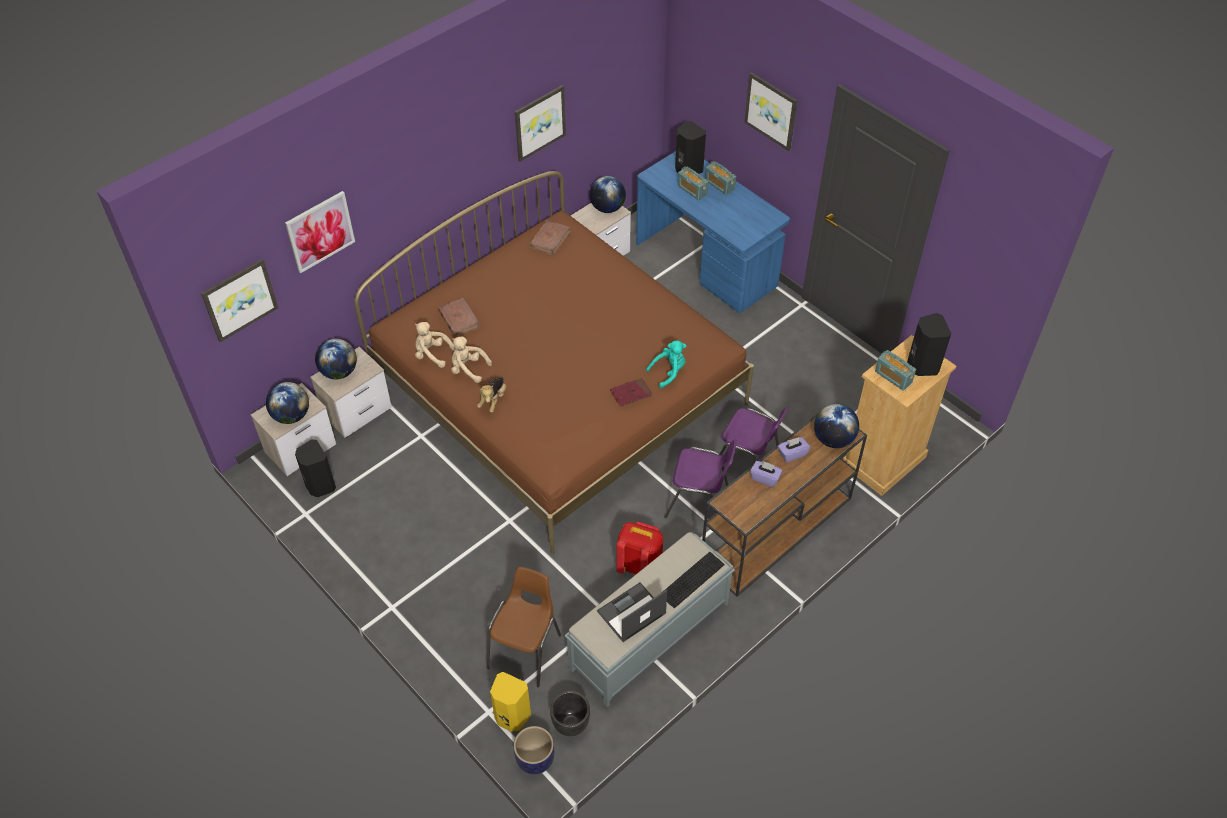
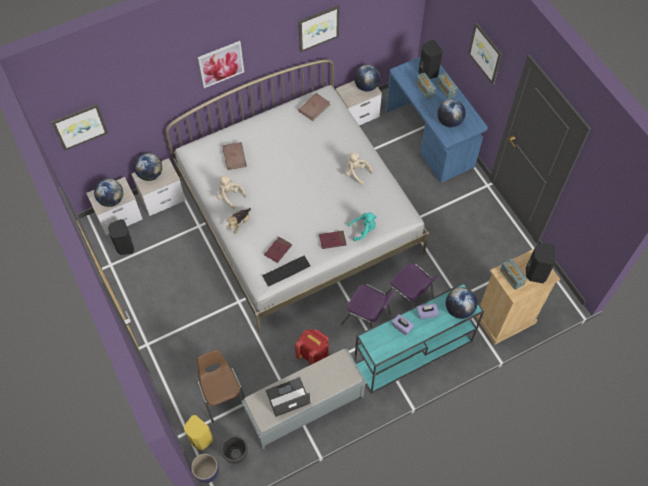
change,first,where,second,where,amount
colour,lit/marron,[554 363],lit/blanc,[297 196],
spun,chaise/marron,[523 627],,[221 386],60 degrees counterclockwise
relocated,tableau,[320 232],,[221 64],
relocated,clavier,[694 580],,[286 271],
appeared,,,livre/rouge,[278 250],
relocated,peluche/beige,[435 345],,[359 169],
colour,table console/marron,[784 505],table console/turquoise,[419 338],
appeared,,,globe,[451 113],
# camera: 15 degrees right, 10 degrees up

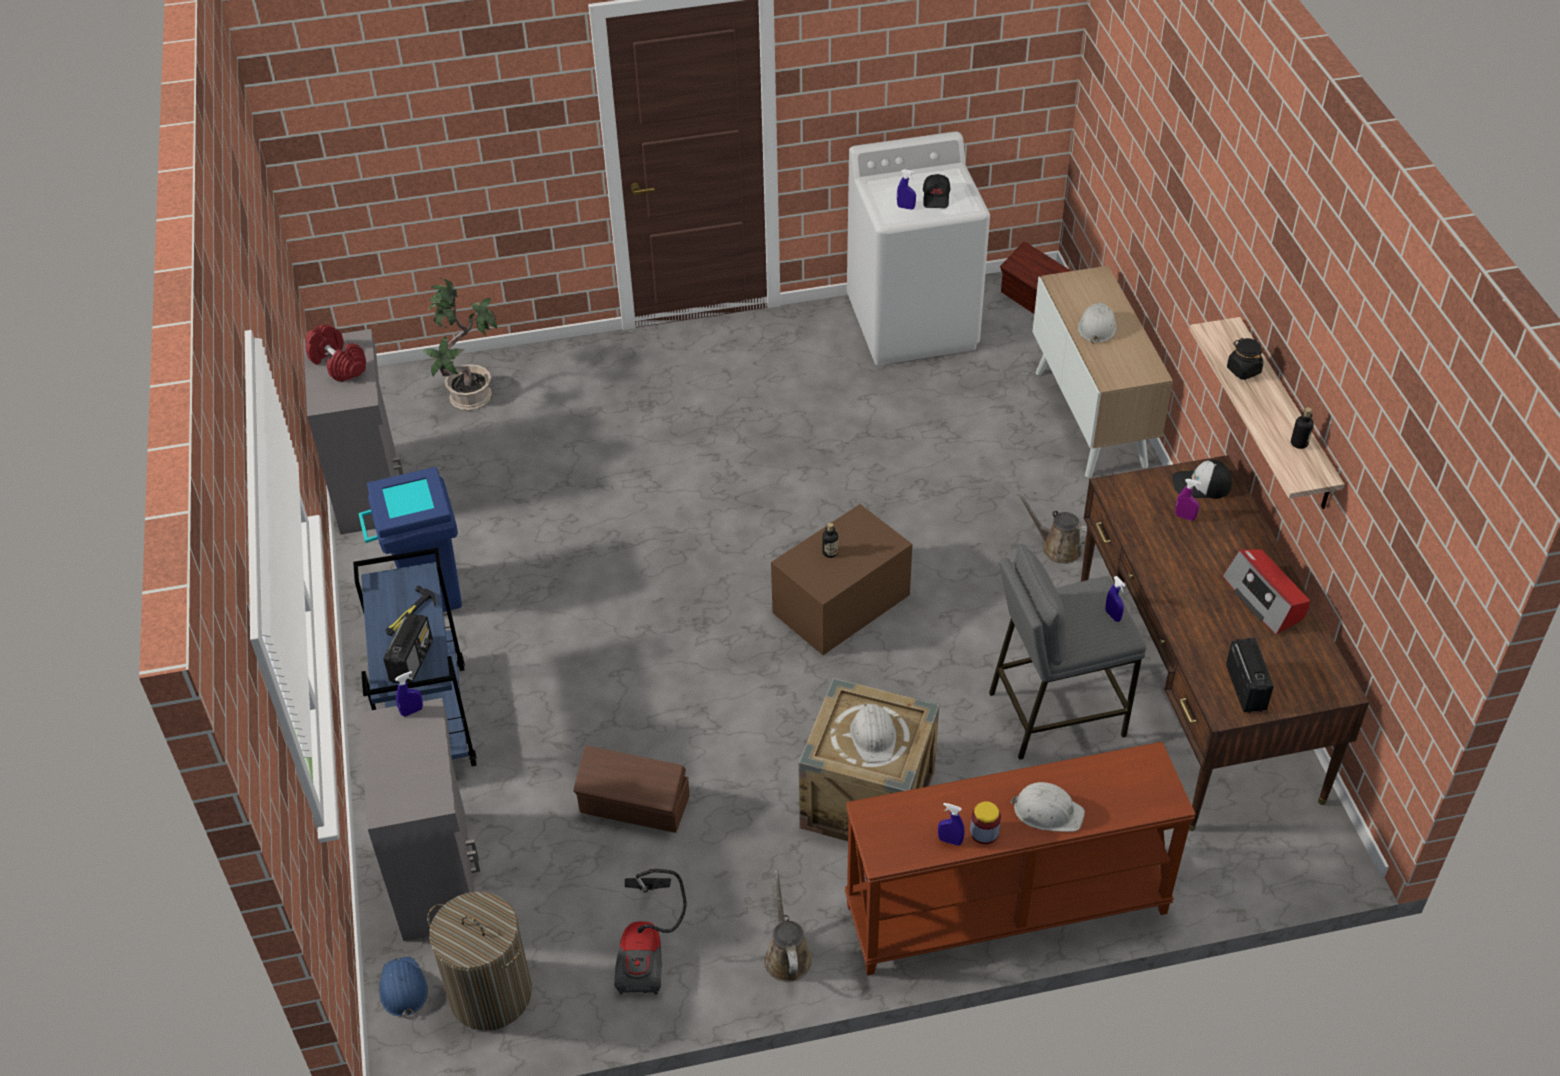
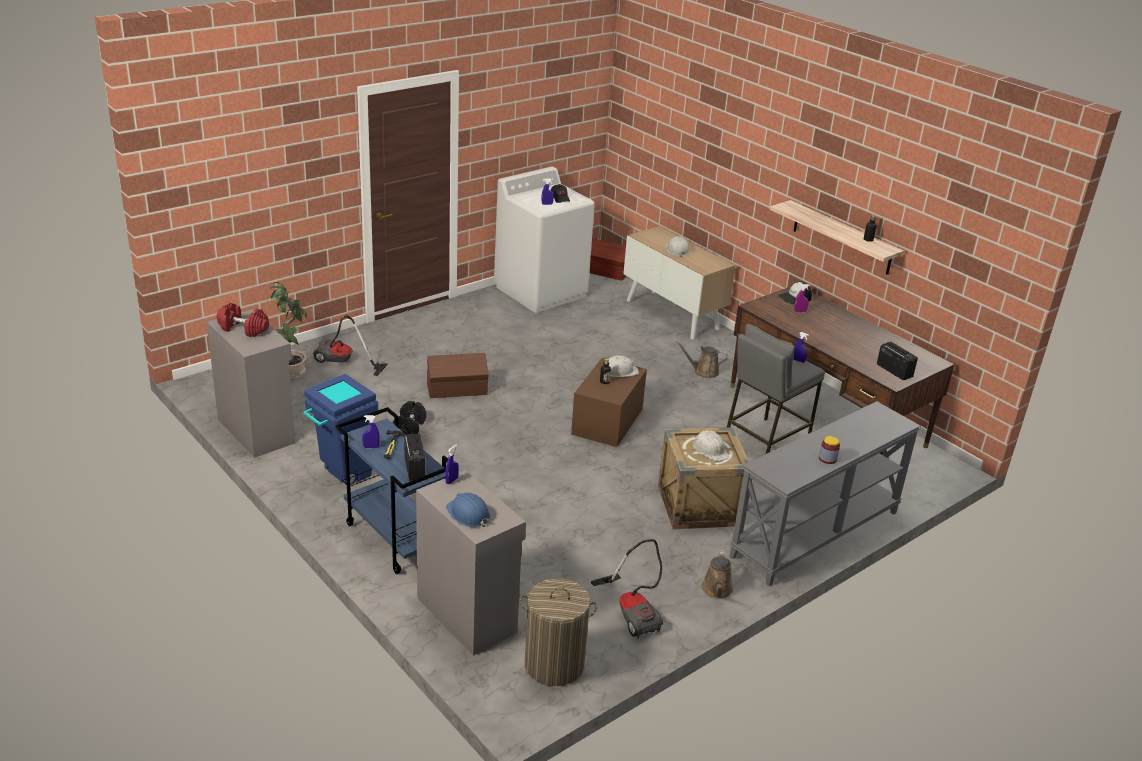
change,first,where,second,where,amount
appeared,,,aspirateur,[350 345],
relocated,vaporisateur/bleu,[951 824],,[371 431],
appeared,,,haltère/noir,[409 418],
relocated,boîte de rangement/marron,[631 789],,[458 375],
relocated,casque de chantier/bleu,[403 988],,[468 510],
relocated,casque de chantier/blanc,[1047 807],,[624 366],
spun,arrosoir/marron,[788 926],,[717 574],135 degrees counterclockwise
colour,table console/marron,[1020 858],table console/gris,[825 493],
missing,radio,[1266 592],,,
missing,bocal/noir,[1245 359],,,
# camera: 30 degrees left, 15 degrees down

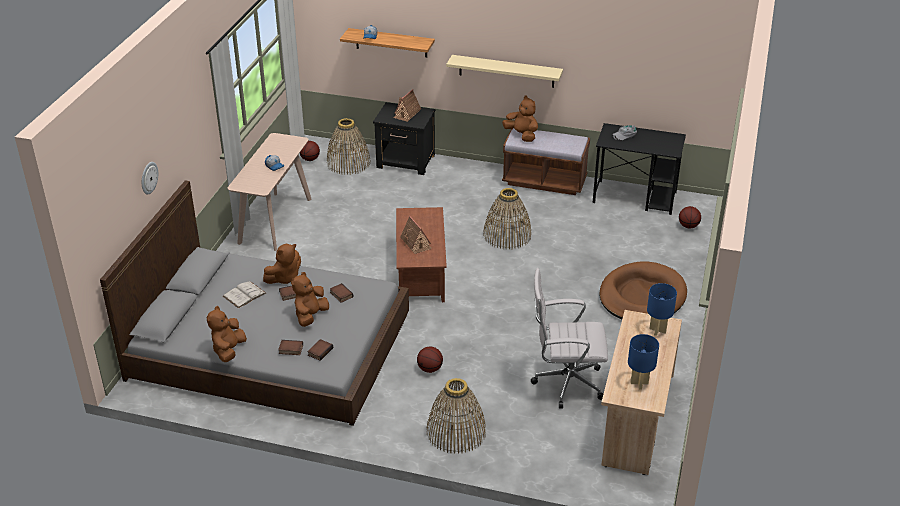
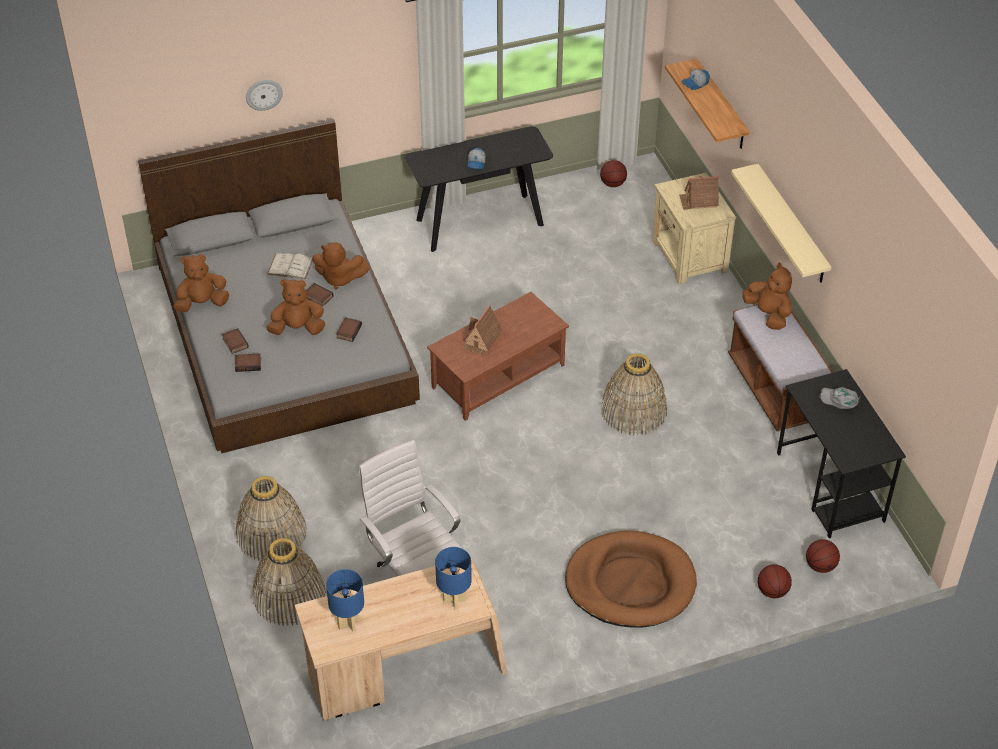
change,first,where,second,where,amount
relocated,panier,[348 146],,[289 582],
colour,table console/beige,[269 192],table console/noir,[479 189],
colour,table de chevet/noir,[404 138],table de chevet/beige,[694 228],
spun,peluche/marron,[520 118],,[767 296],45 degrees counterclockwise
relocated,ballon de basket,[430 360],,[775 581],
# camera: 55 degrees right, 10 degrees up

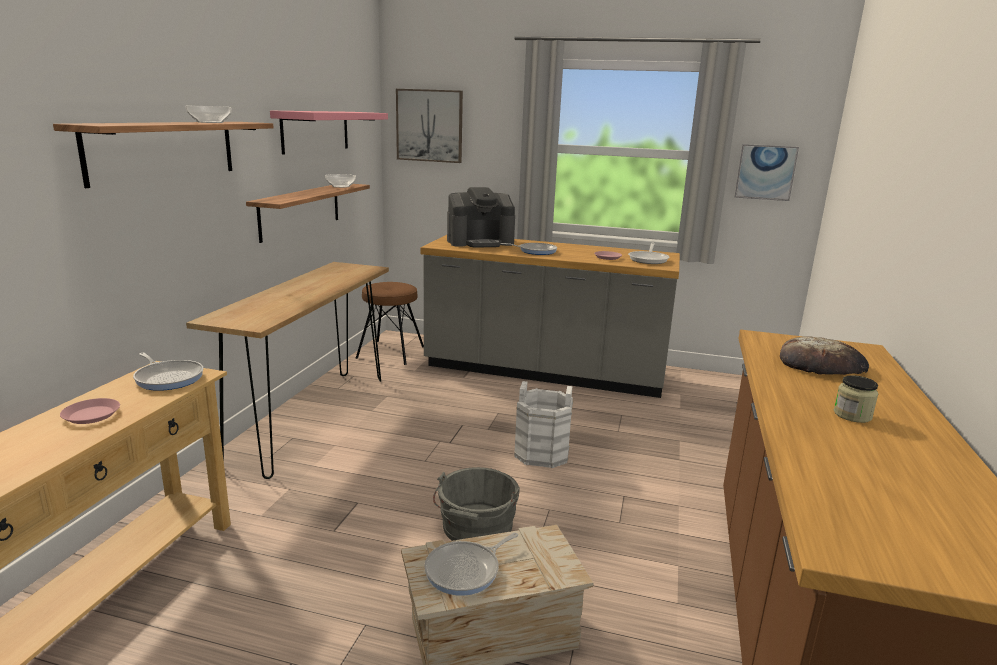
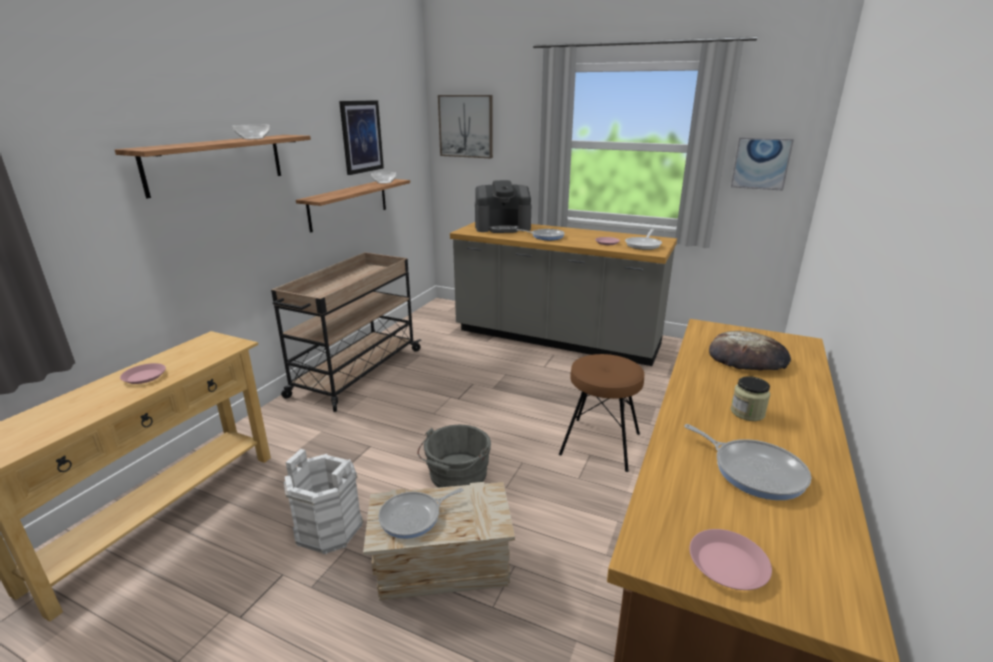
change,first,where,second,where,amount
exchanged,table console/marron,[287 370],chariot/beige,[346 332],
relocated,seau/blanc,[543 424],,[323 501],
exchanged,étagère/rose,[329 133],tableau,[361 137],
relocated,tabouret/marron,[390 323],,[602 413],
relocated,poêle,[168 372],,[748 462],
appeared,,,assiette/rose,[730 559],
# camera: 10 degrees right, 5 degrees up

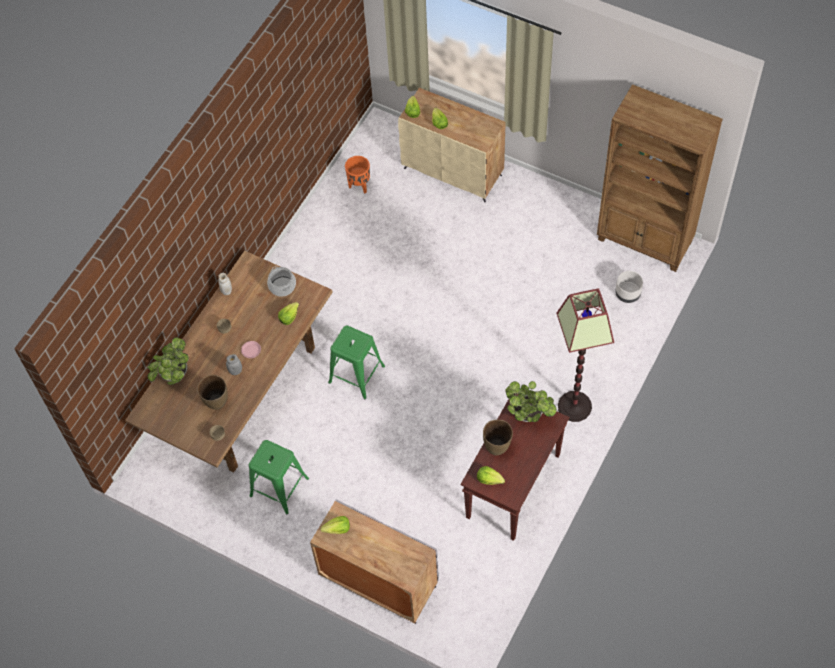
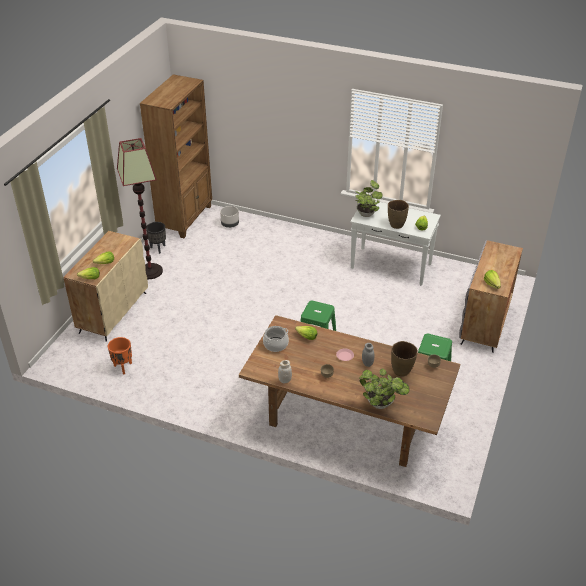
change,first,where,second,where,amount
relocated,lampadaire,[585 355],,[140 208],
appeared,,,cache-pot/noir,[156 238],
colour,table console/marron,[515 467],table console/blanc,[395 243],
# camera: 100 degrees left, 20 degrees down

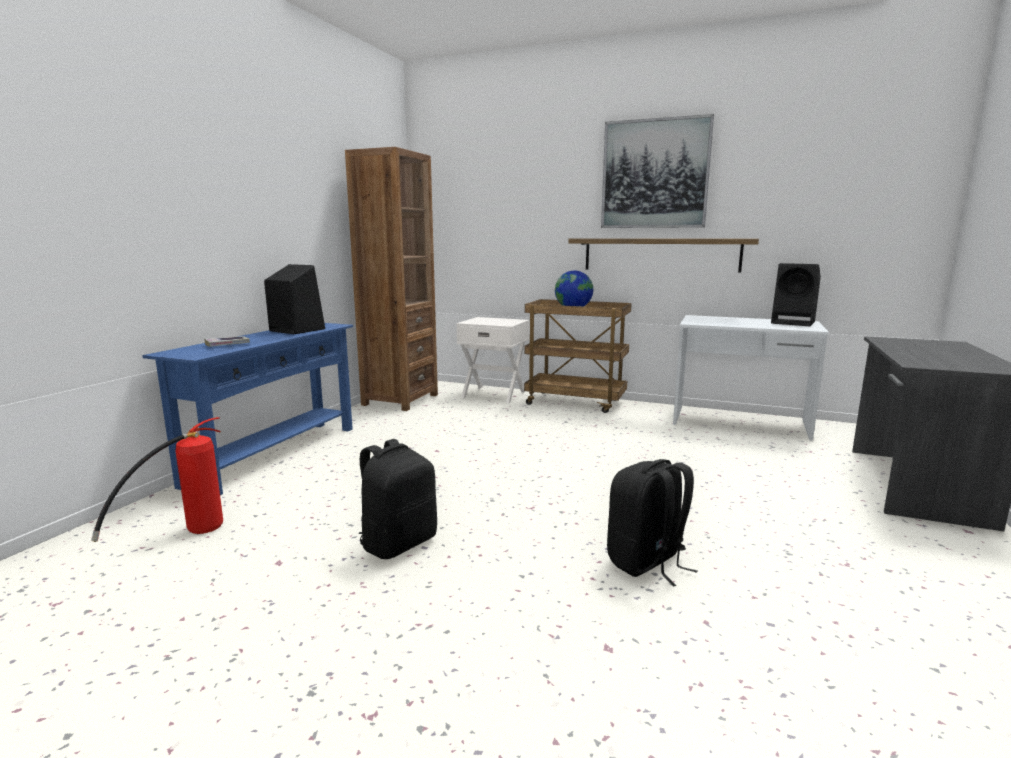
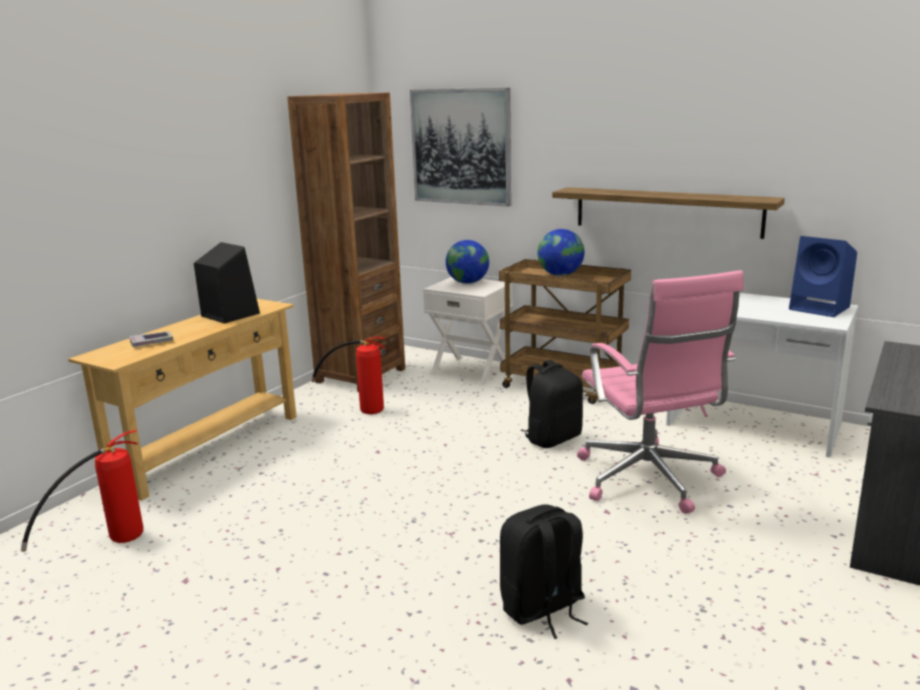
change,first,where,second,where,amount
colour,table console/bleu,[247 409],table console/beige,[182 400],
appeared,,,extincteur,[348 375],
relocated,tableau,[657 171],,[460 147],
appeared,,,globe,[467 262],
relocated,sac à dos/noir,[397 499],,[552 404],
appeared,,,chaise de bureau/rose,[660 392],
colour,enceinte/noir,[796 294],enceinte/bleu,[823 276],
# camera: 10 degrees right, 5 degrees up

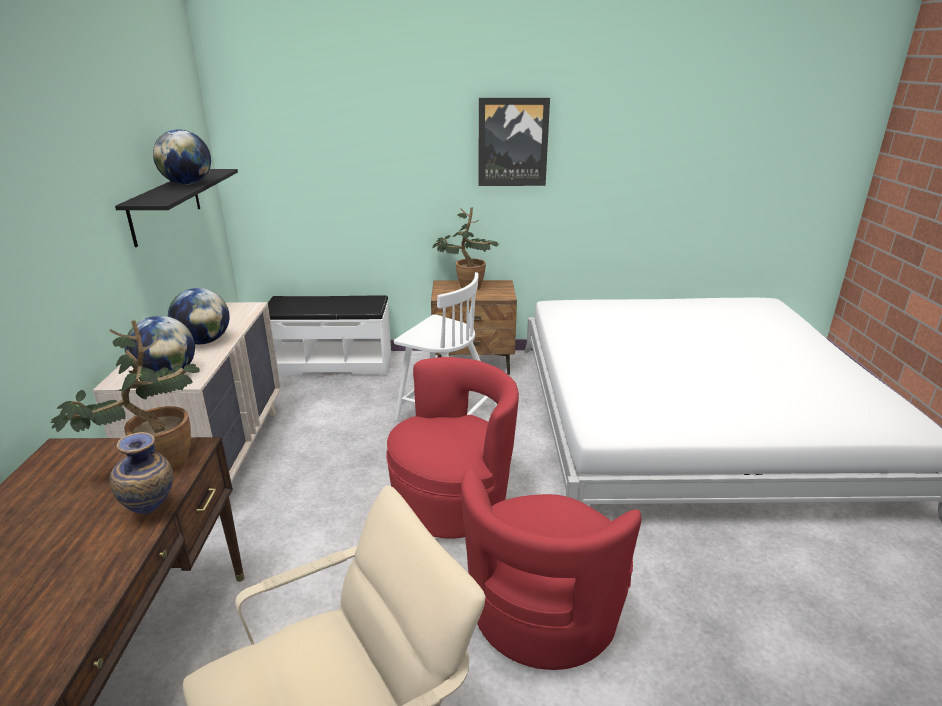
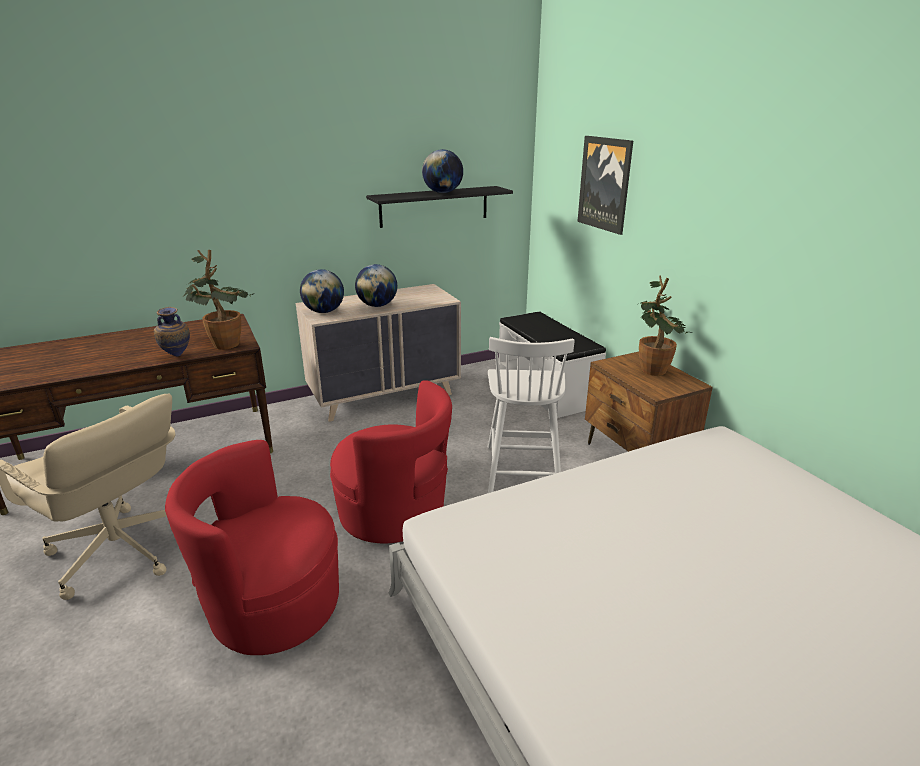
change,first,where,second,where,amount
relocated,tableau,[514 142],,[605 185],
# camera: 65 degrees right, 0 degrees up

